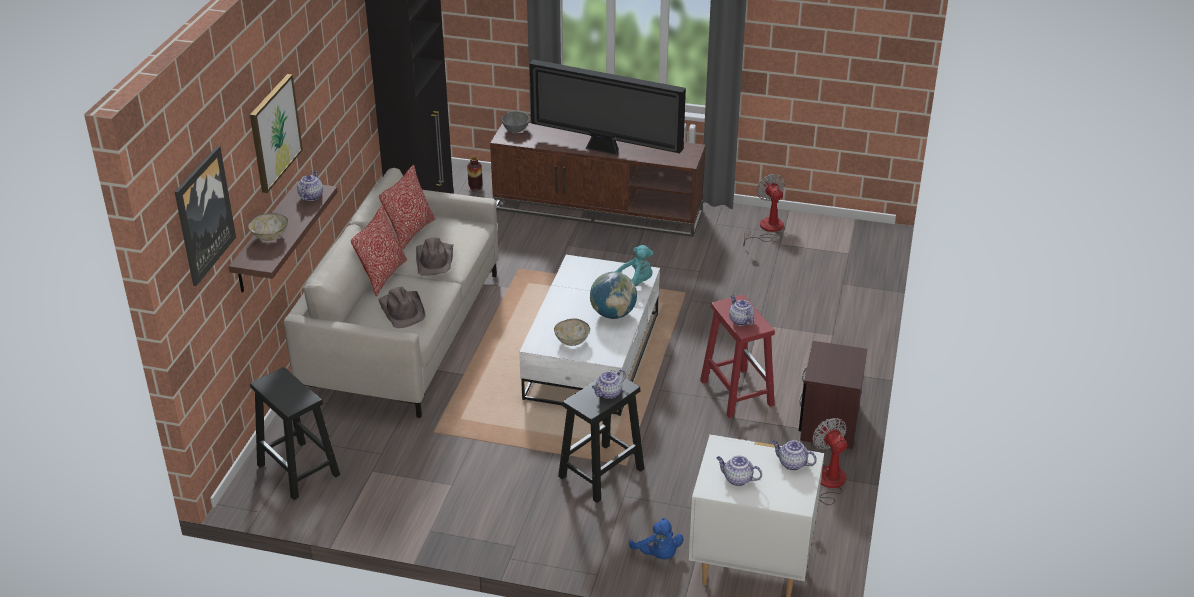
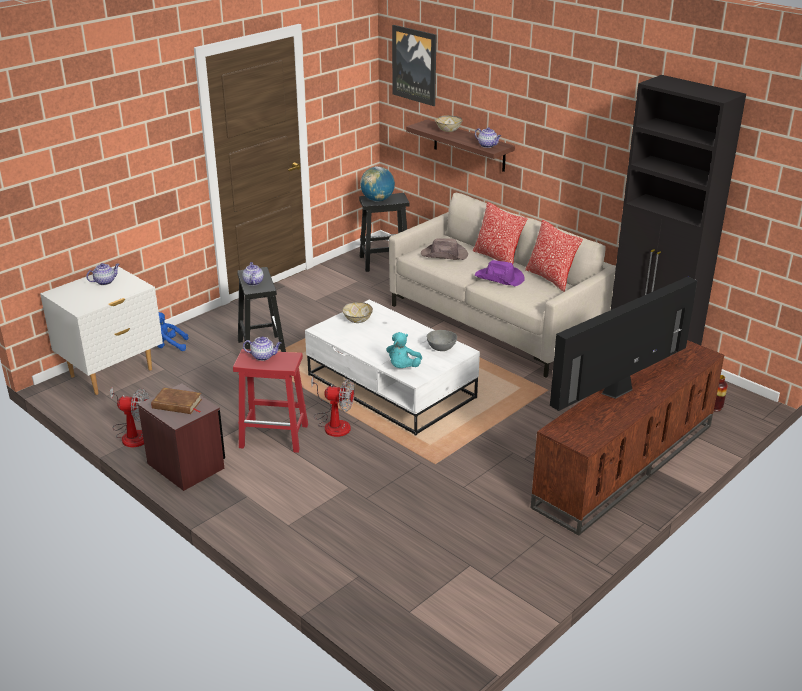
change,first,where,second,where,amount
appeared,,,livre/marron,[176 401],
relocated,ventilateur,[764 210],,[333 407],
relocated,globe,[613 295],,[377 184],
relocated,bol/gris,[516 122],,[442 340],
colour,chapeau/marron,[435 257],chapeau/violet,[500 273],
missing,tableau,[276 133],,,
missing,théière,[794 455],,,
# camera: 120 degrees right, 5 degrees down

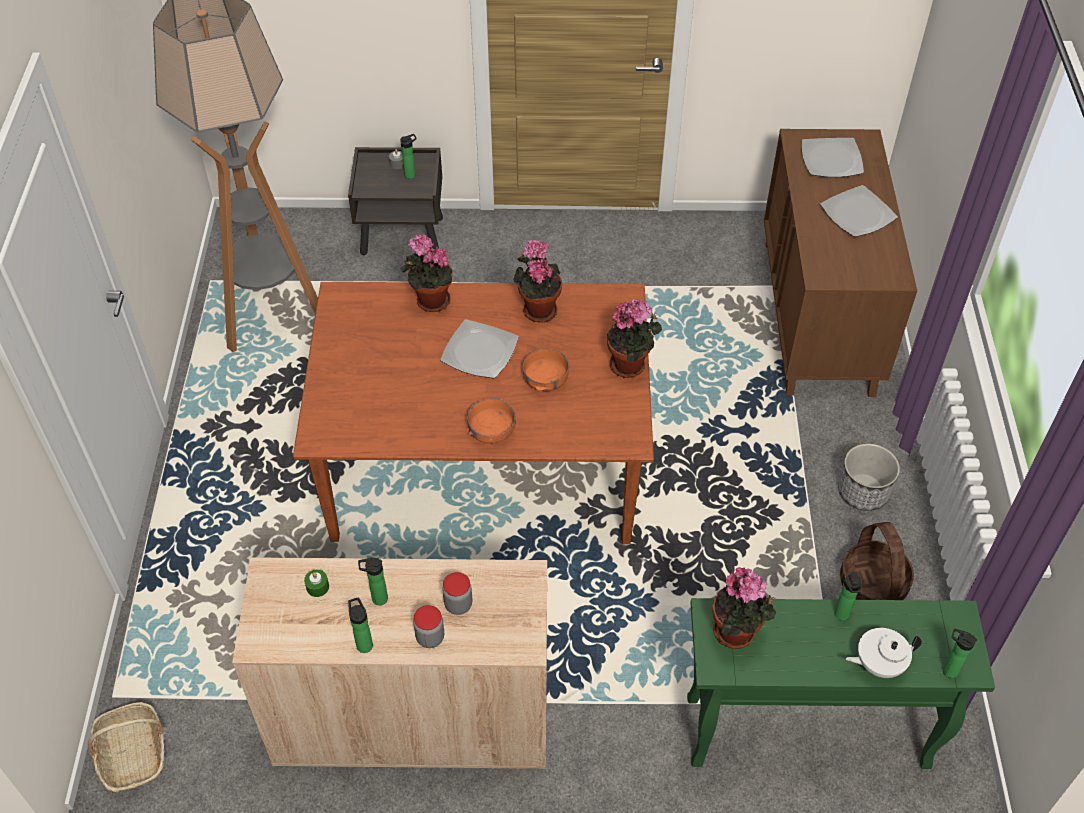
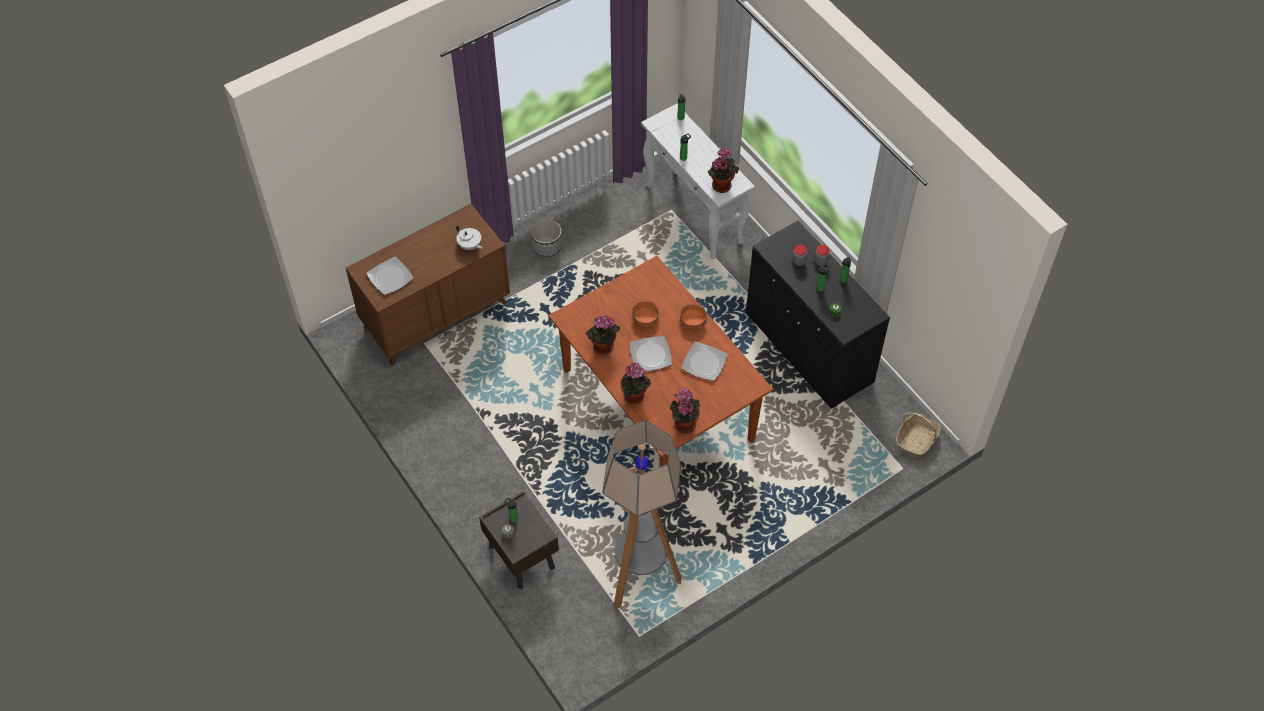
change,first,where,second,where,amount
relocated,théière/blanc,[884 653],,[469 237],
colour,table console/vert,[841 683],table console/blanc,[698 181],
relocated,plante en pot,[634 338],,[685 411],
relocated,assiette,[859 211],,[705 361],
colour,meuble de rangement/beige,[389 663],meuble de rangement/noir,[818 315],
missing,panier,[877 561],,,
# camera: 125 degrees left, 5 degrees up

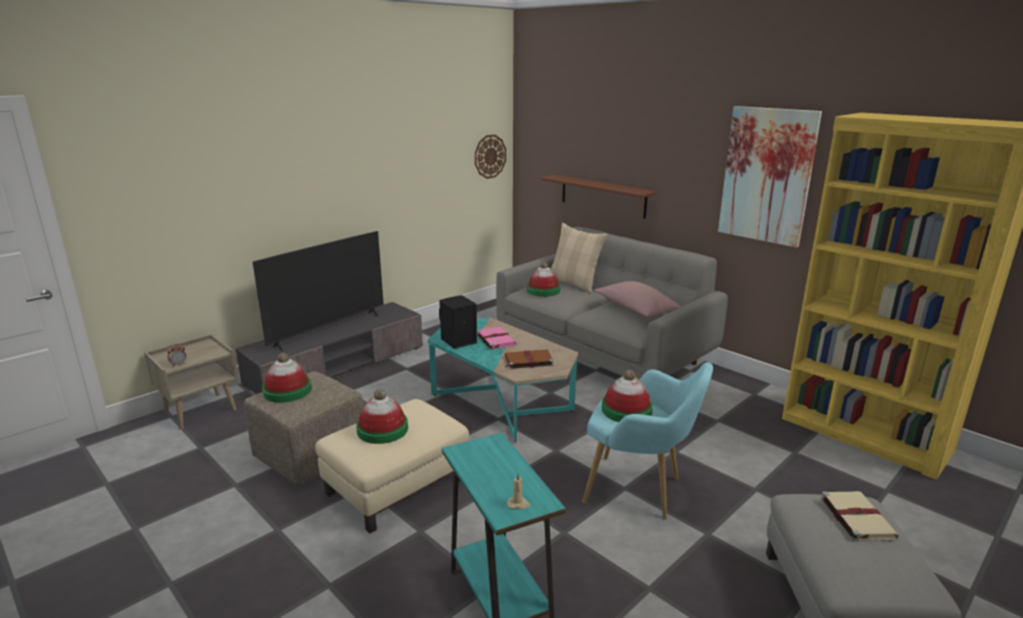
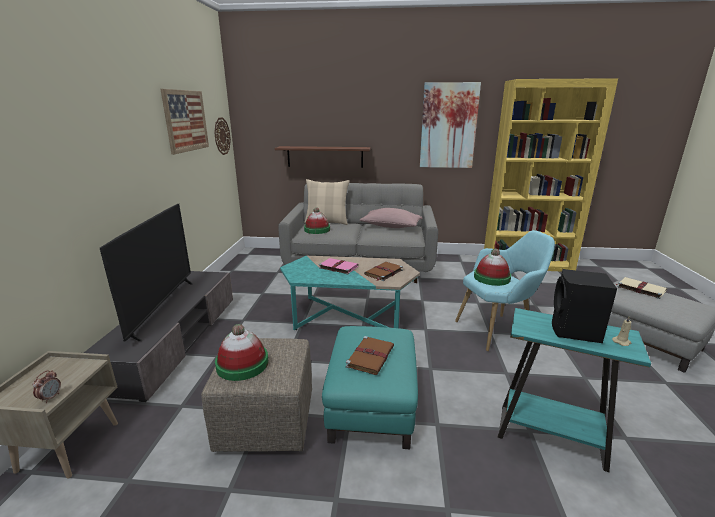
change,first,where,second,where,amount
appeared,,,tableau,[185 122],
colour,pouf/beige,[392 466],pouf/turquoise,[370 387],
exchanged,chapeau,[382 416],livre/marron,[370 355],
relocated,enceinte/noir,[458 322],,[584 306],
# camera: 40 degrees left, 0 degrees up

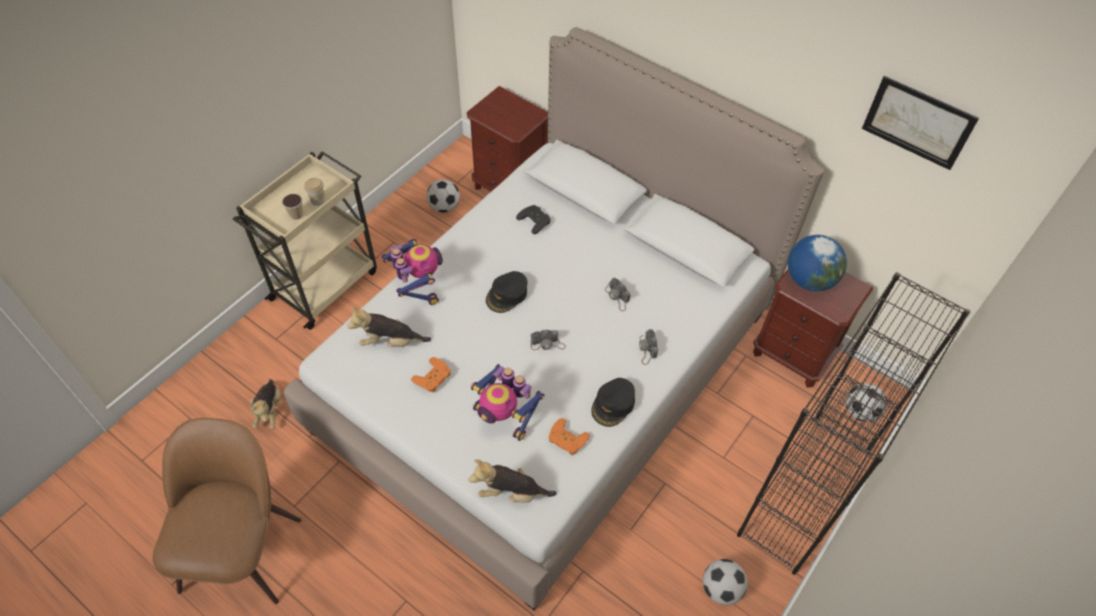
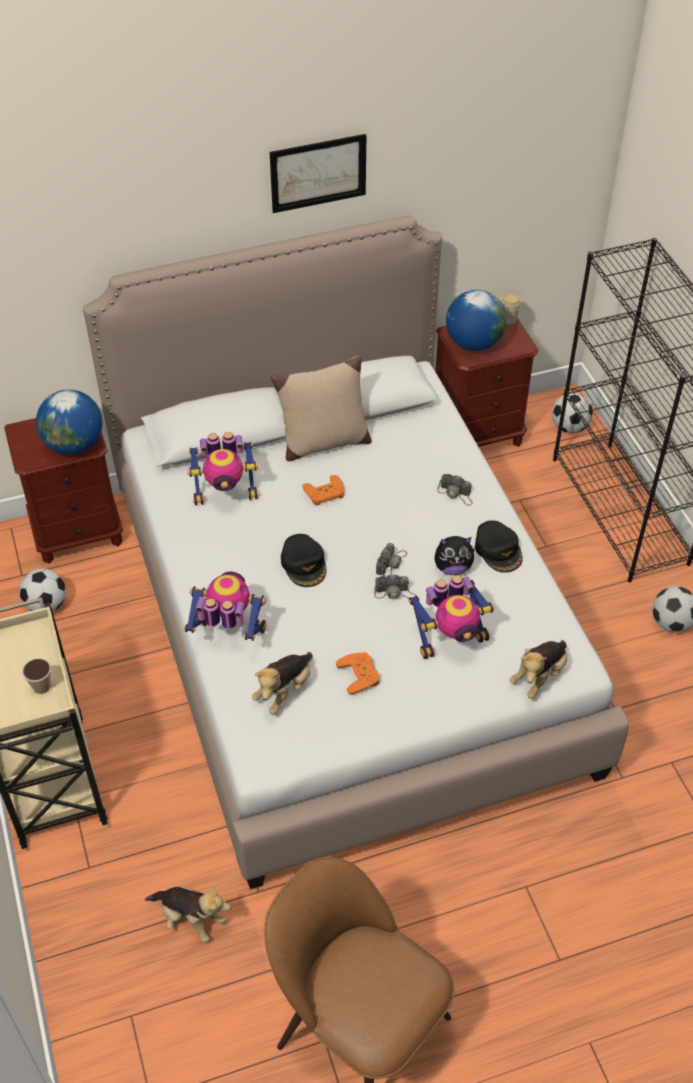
change,first,where,second,where,amount
appeared,,,globe,[69 422],
exchanged,manette/noir,[533 220],robot jouet,[223 468],
relocated,tableau,[920 123],,[318 173],
appeared,,,coussin/beige,[321 408],
relocated,manette/orange,[569 436],,[323 490],
relocated,appareil photo,[617 294],,[395 587],
appeared,,,peluche,[454 555],
relocated,tasse,[314 192],,[511 309],
# camera: 55 degrees left, 5 degrees down

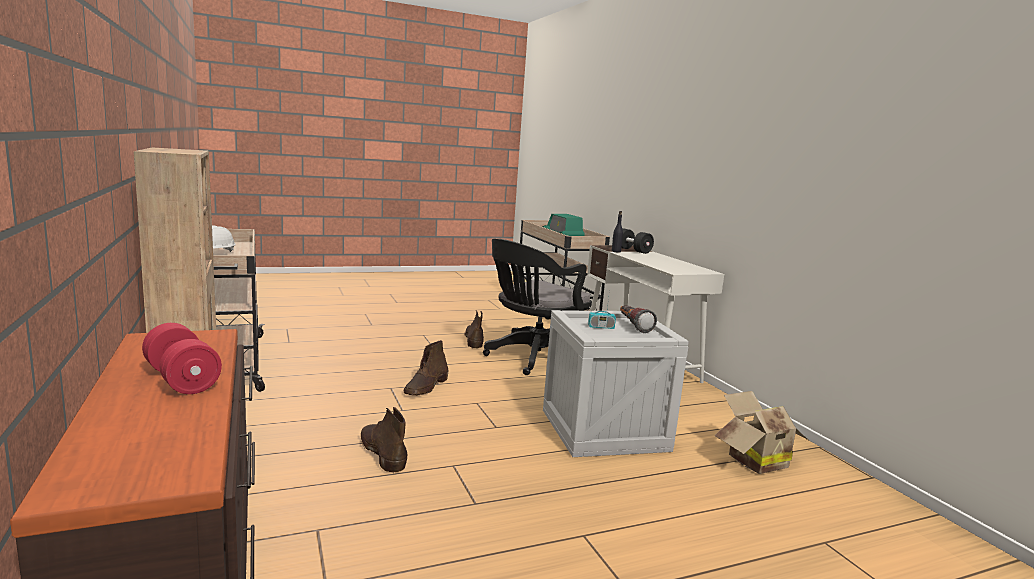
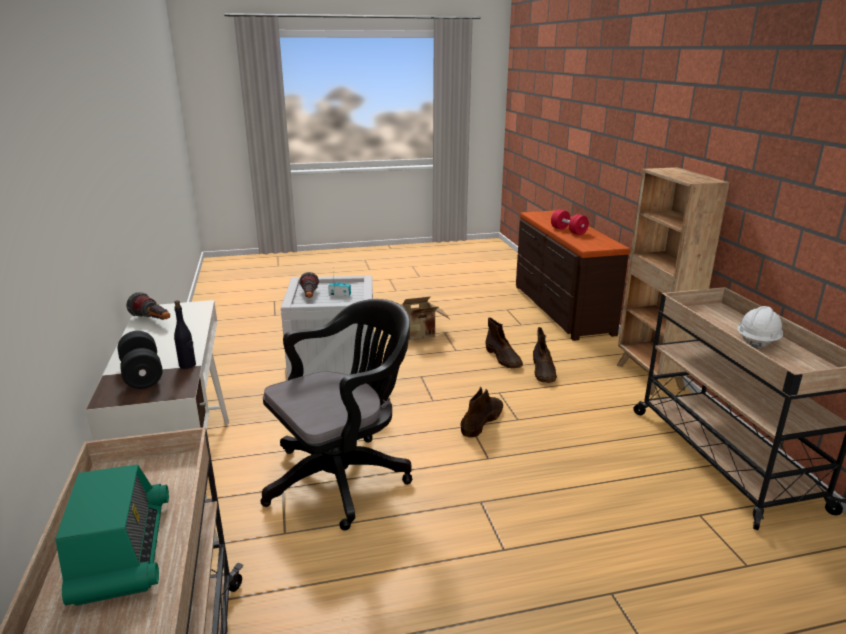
change,first,where,second,where,amount
appeared,,,lampe de poche,[148 306],
relocated,carton,[761 432],,[426 318],
relocated,botte/marron,[474 329],,[545 355],
# camera: 170 degrees left, 10 degrees up

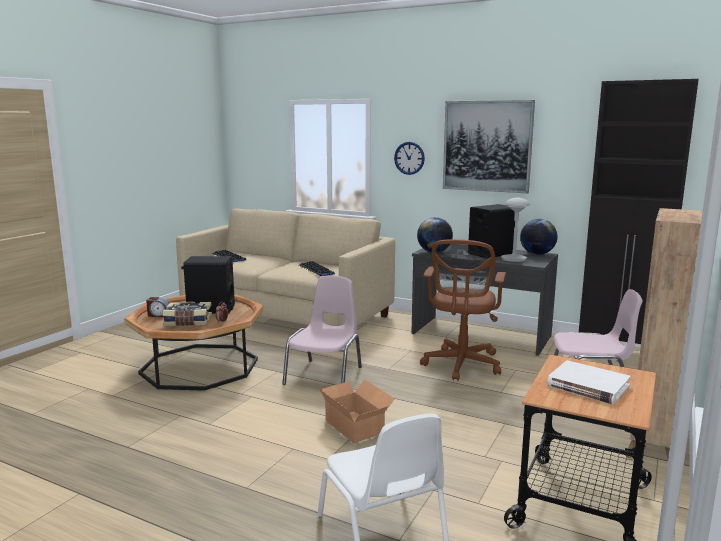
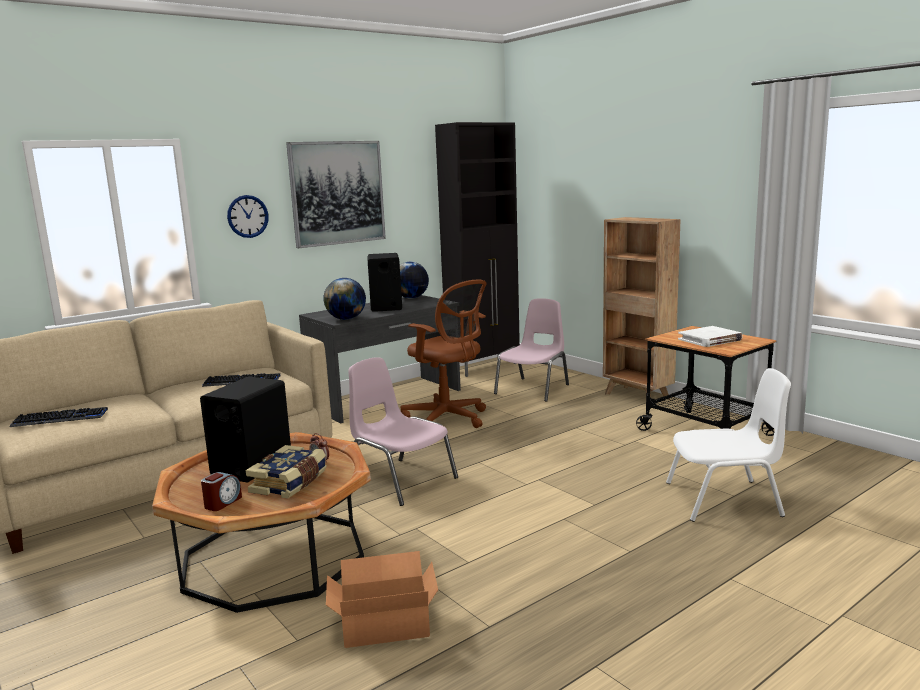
change,first,where,second,where,amount
relocated,carton,[357 411],,[382 599],
missing,lampe de table/gris,[515 229],,,
# camera: 65 degrees left, 0 degrees up

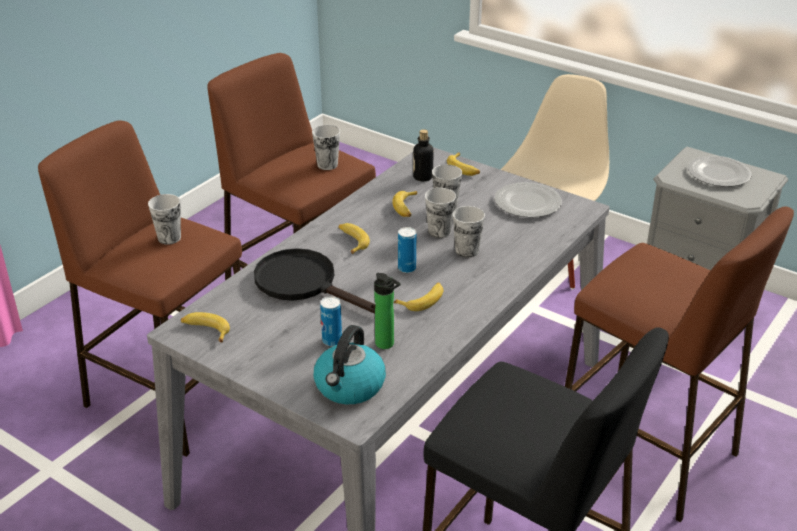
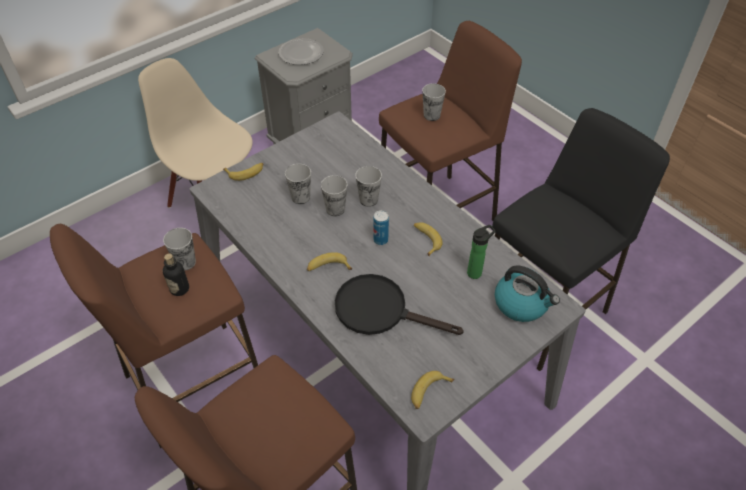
change,first,where,second,where,amount
relocated,bouteille,[423 155],,[176 274],
spun,poêle/noir,[315 281],,[399 304],60 degrees clockwise
relocated,tasse,[164 219],,[434 102],
missing,boîte métallique,[331 321],,,
missing,banane,[404 204],,,
missing,assiette,[528 200],,,
# camera: 75 degrees left, 15 degrees up

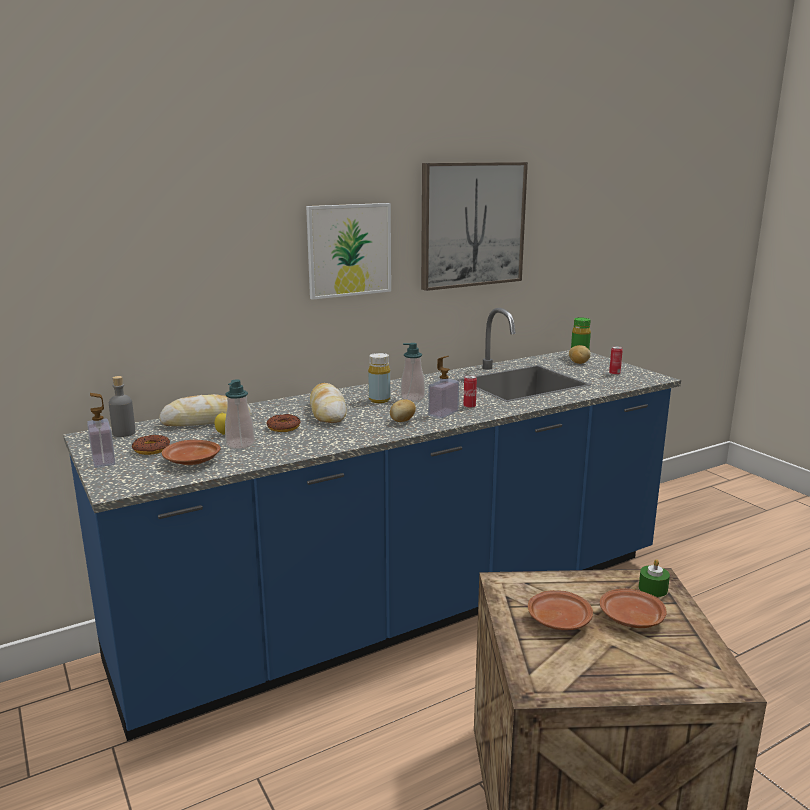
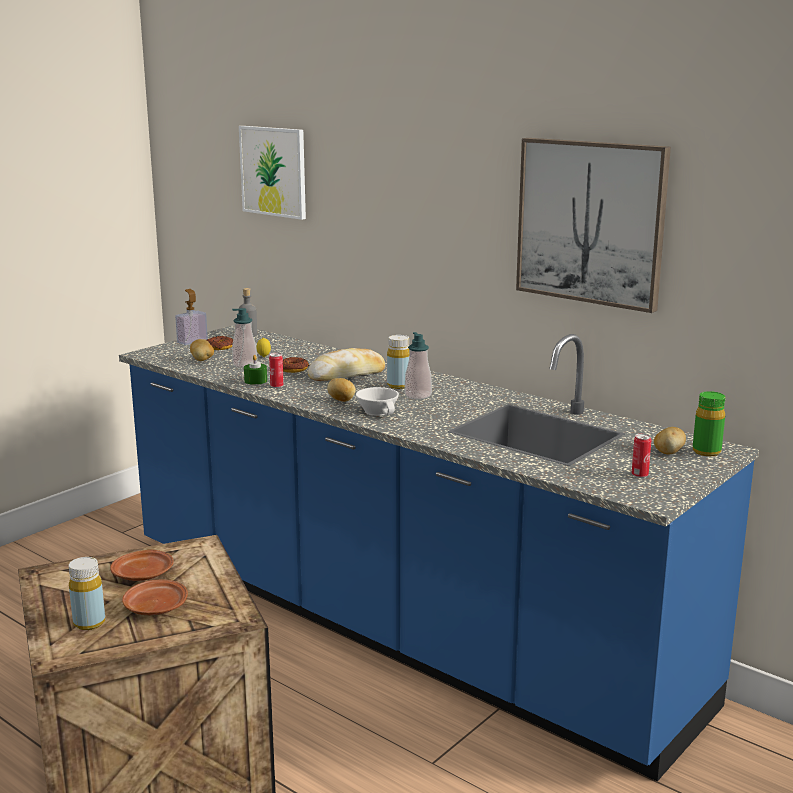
change,first,where,second,where,amount
appeared,,,bouteille/jaune,[87 593],
exchanged,assiette/marron,[191 452],pomme de terre,[202 350],
relocated,tableau,[348 251],,[272 173],
relocated,bougie/vert,[654 578],,[255 370],
relocated,boîte métallique,[470 391],,[276 370],
exchanged,distributeur de savon,[443 387],tasse/blanc,[377 401],
missing,pain,[205 410],,,
# camera: 70 degrees right, 0 degrees up

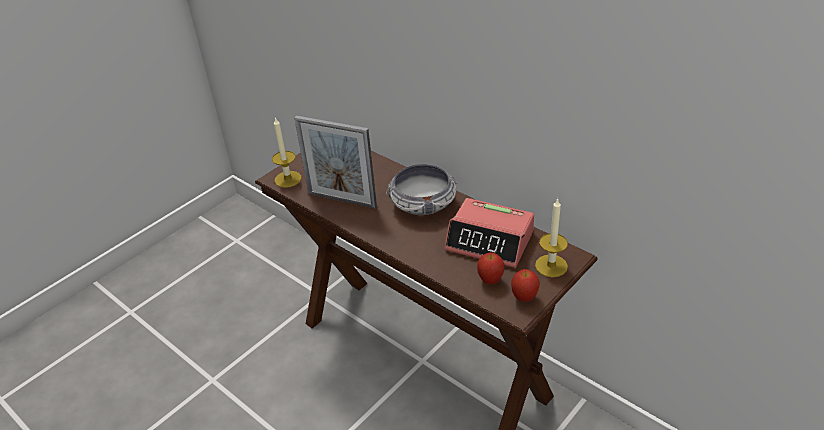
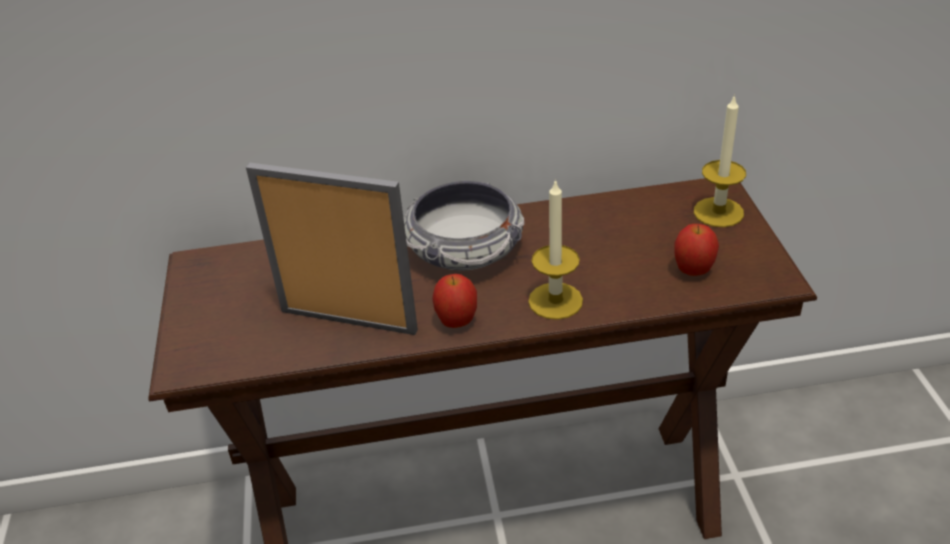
change,first,where,second,where,amount
spun,cadre photo,[335 162],,[332 249],135 degrees counterclockwise
relocated,pomme,[525 285],,[454 301],
relocated,bougie,[286 152],,[555 249],
missing,réveil,[489 233],,,
# camera: 50 degrees left, 0 degrees up

